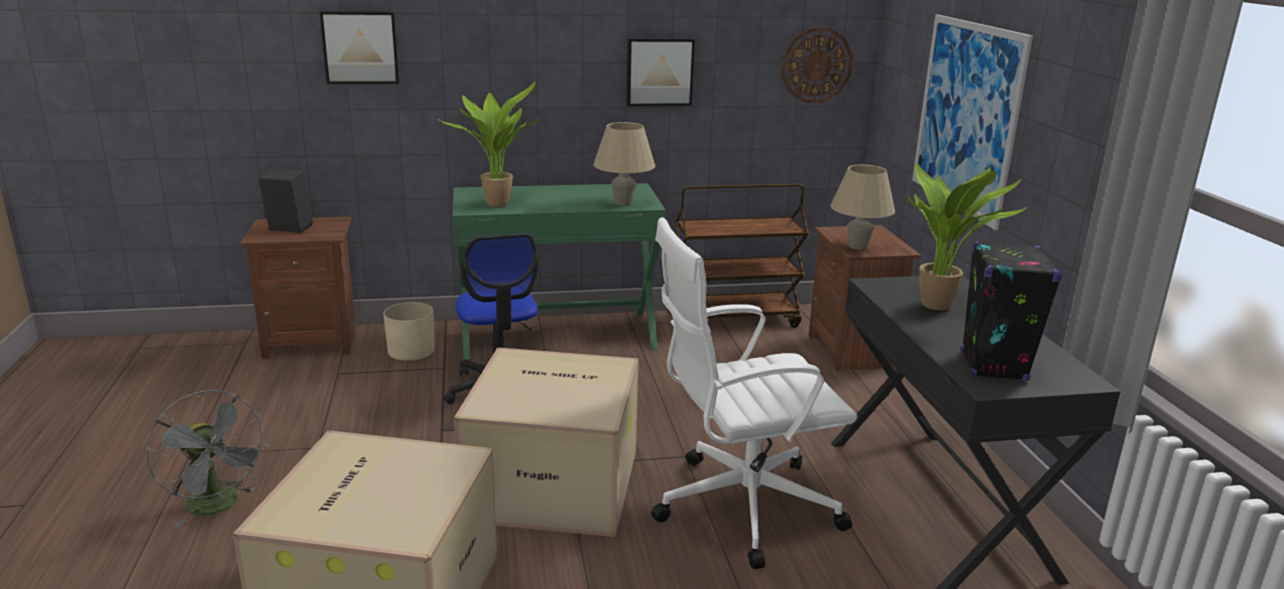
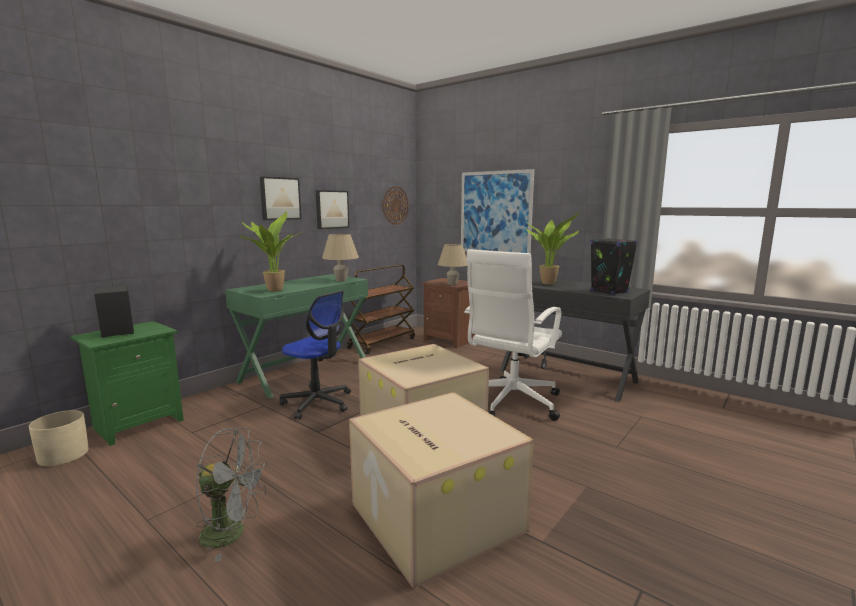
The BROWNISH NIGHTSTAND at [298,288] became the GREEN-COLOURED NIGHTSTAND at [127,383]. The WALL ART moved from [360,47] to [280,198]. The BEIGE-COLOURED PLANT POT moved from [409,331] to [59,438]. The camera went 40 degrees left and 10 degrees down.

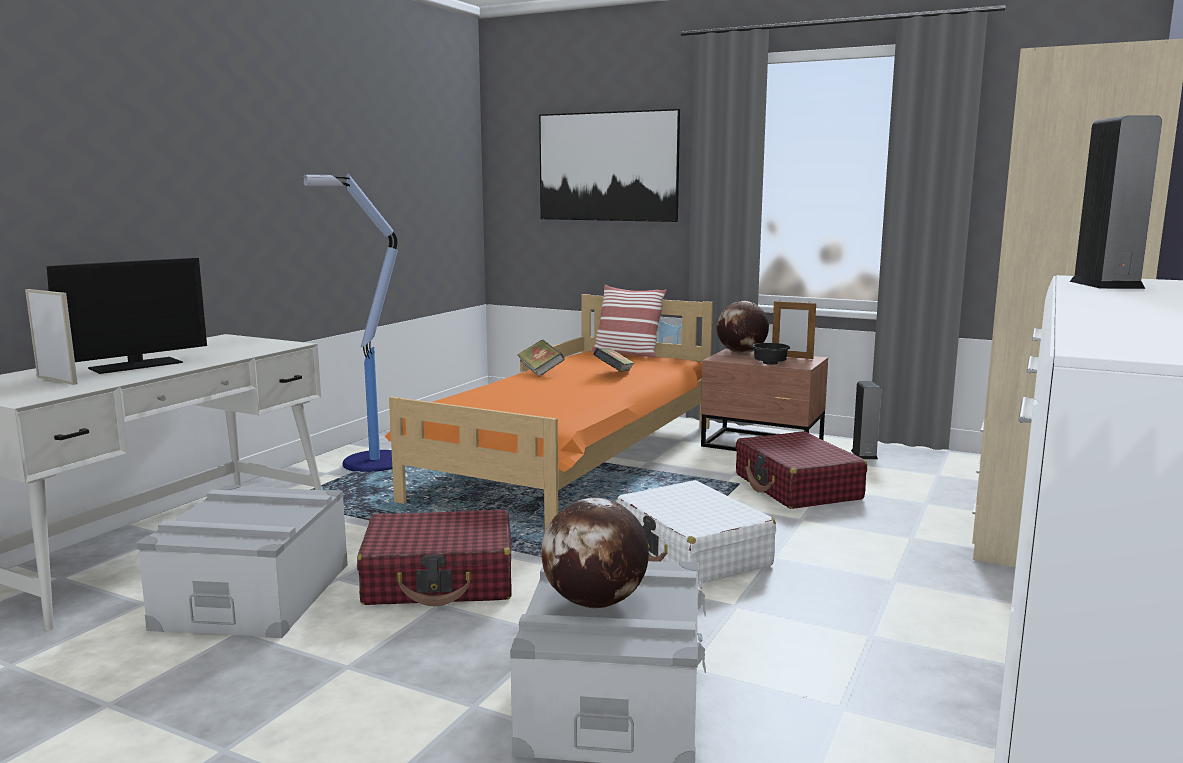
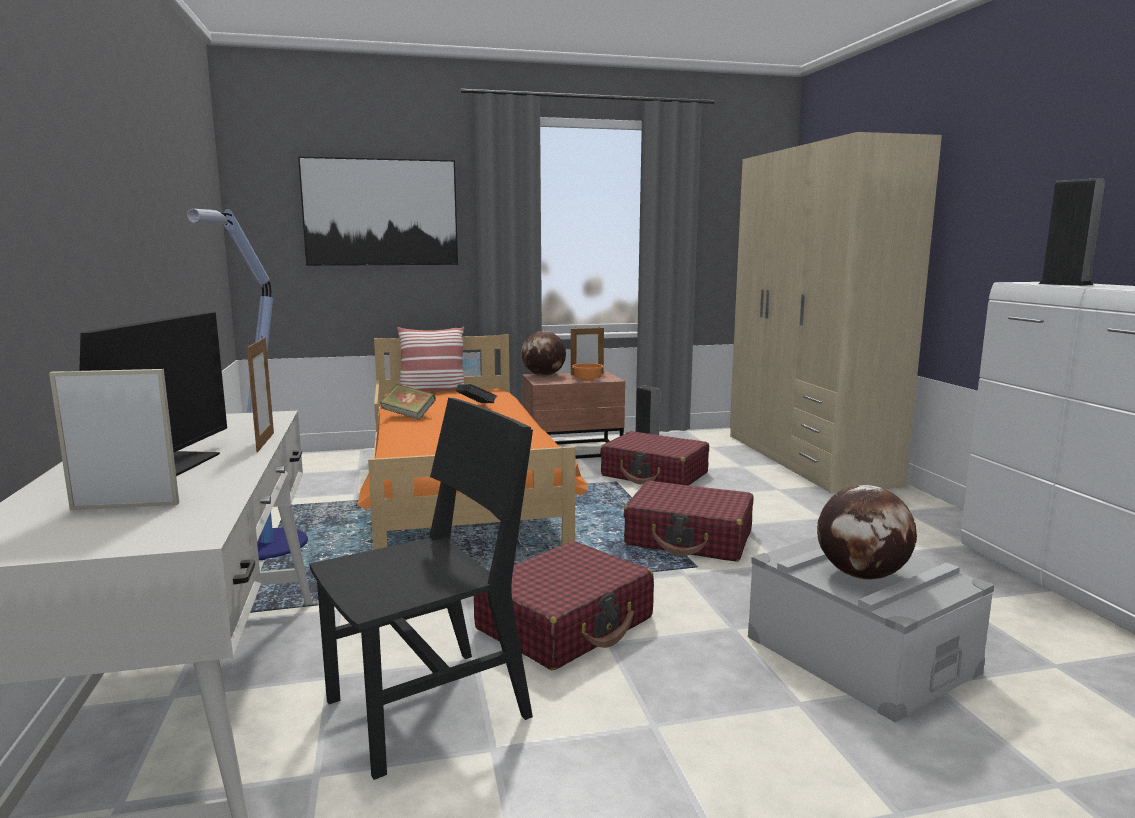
The GRAY STORAGE CONTAINER at [242,561] was replaced by the BLACK-COLOURED PLAIN CHAIR at [421,589]. The WHITE TRAVEL CASE at [696,532] became the RED-COLOURED TRAVEL CASE at [688,521]. The BLACK-COLOURED SERVING BOWL at [771,354] became the ORANGE-COLOURED SERVING BOWL at [588,372]. The PICTURE FRAME at [260,393] appeared. The camera went 40 degrees left and 0 degrees up.

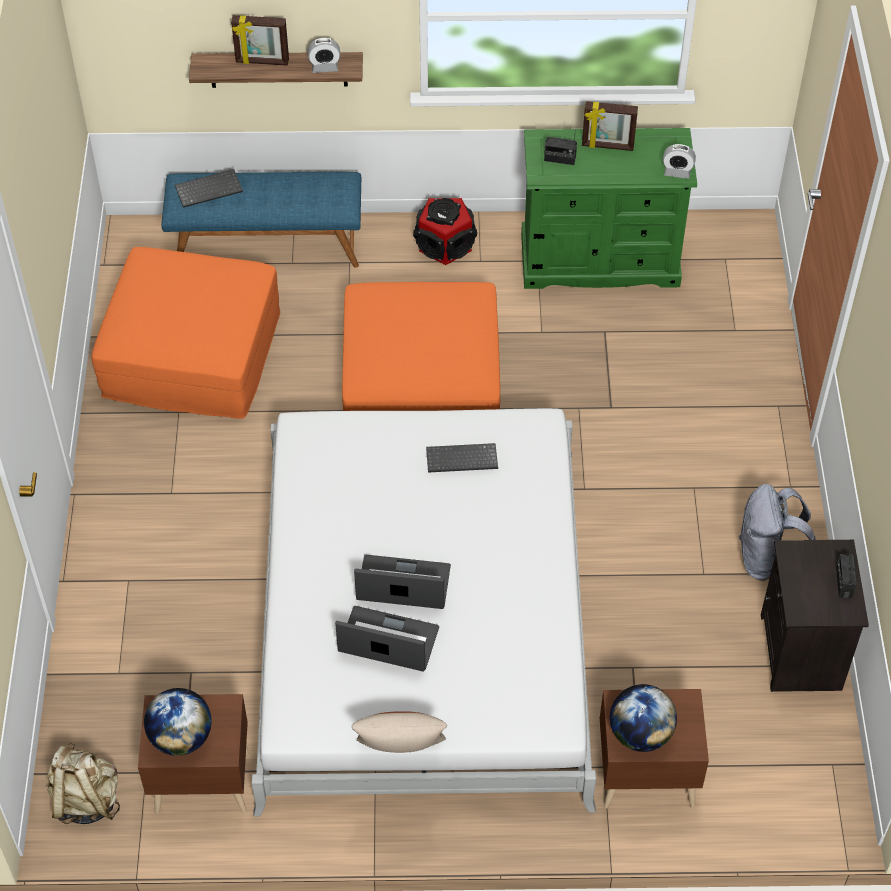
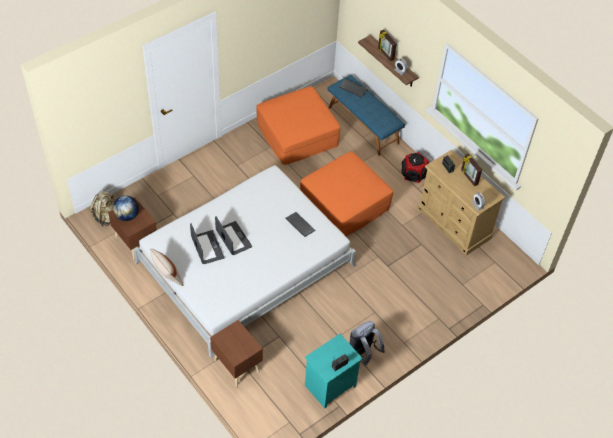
The GREEN-COLOURED DRESSER at [609,208] became the BEIGE-COLOURED DRESSER at [461,203]. The DESK GLOBE at [643,718] disappeared. The BLACK-COLOURED NIGHTSTAND at [815,616] became the BLUE-GREEN NIGHTSTAND at [334,371]. The camera went 50 degrees right and 0 degrees up.

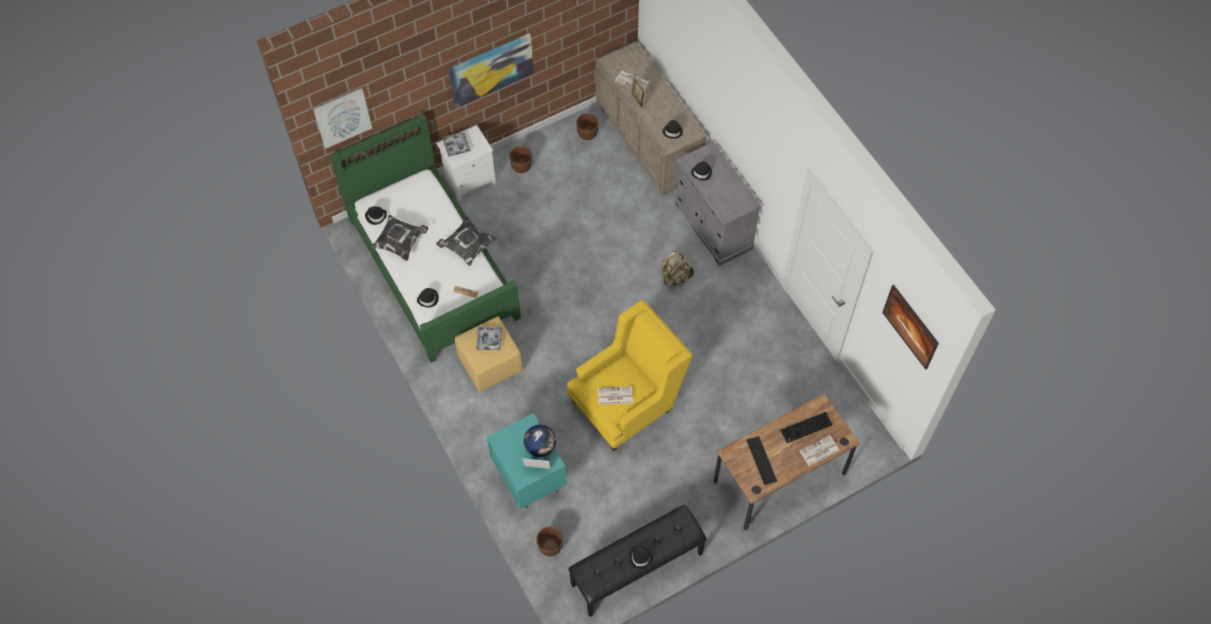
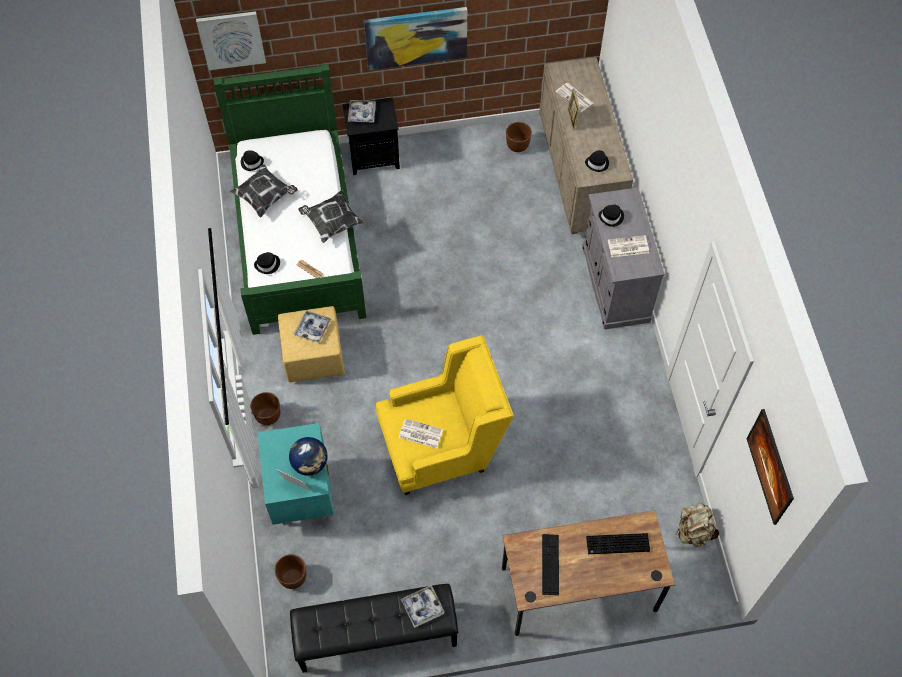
The WHITE NIGHTSTAND at [466,163] became the BLACK-COLOURED NIGHTSTAND at [371,136]. The BROWNISH PLANT POT moved from [520,159] to [265,408]. The BLACK-COLOURED CLOTHING HAT at [640,557] disappeared. The BEIGE-COLOURED KNAPSACK moved from [677,268] to [697,524]. The PRINTED PAPER moved from [819,450] to [628,246]. The TRAY at [423,606] appeared. The camera went 20 degrees right and 0 degrees up.

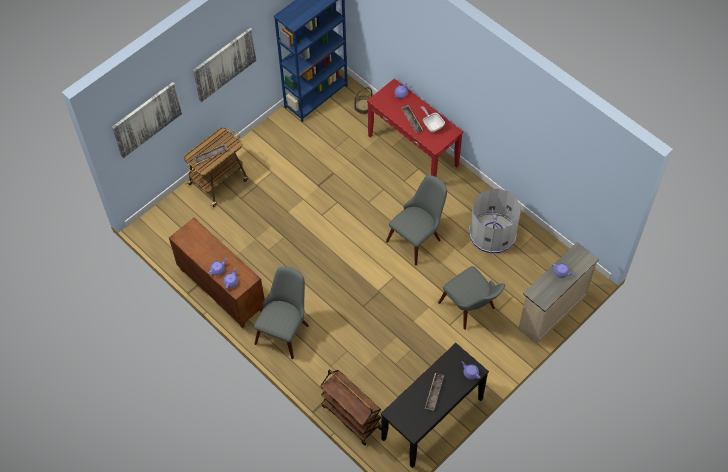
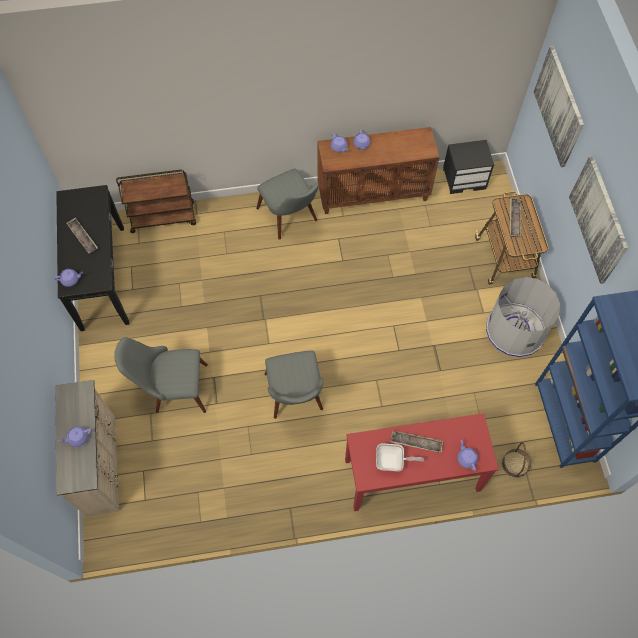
The GRAY RUBBISH BIN moved from [495,221] to [523,317]. The BLACK-COLOURED NIGHTSTAND at [468,167] appeared. The camera went 125 degrees right and 5 degrees up.

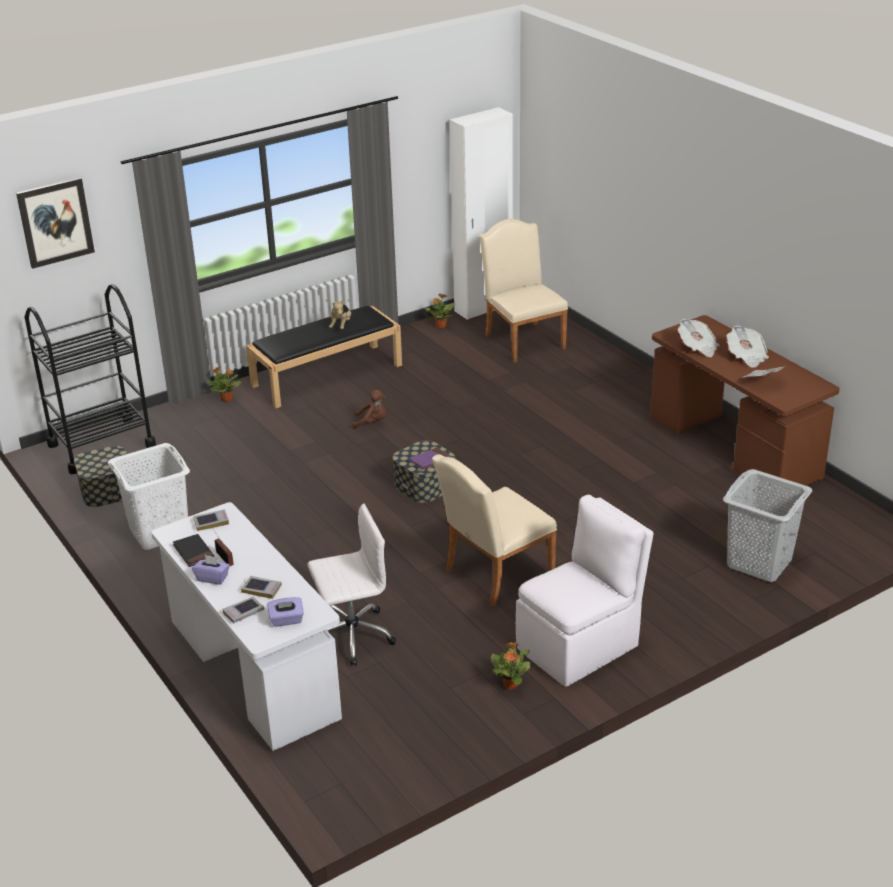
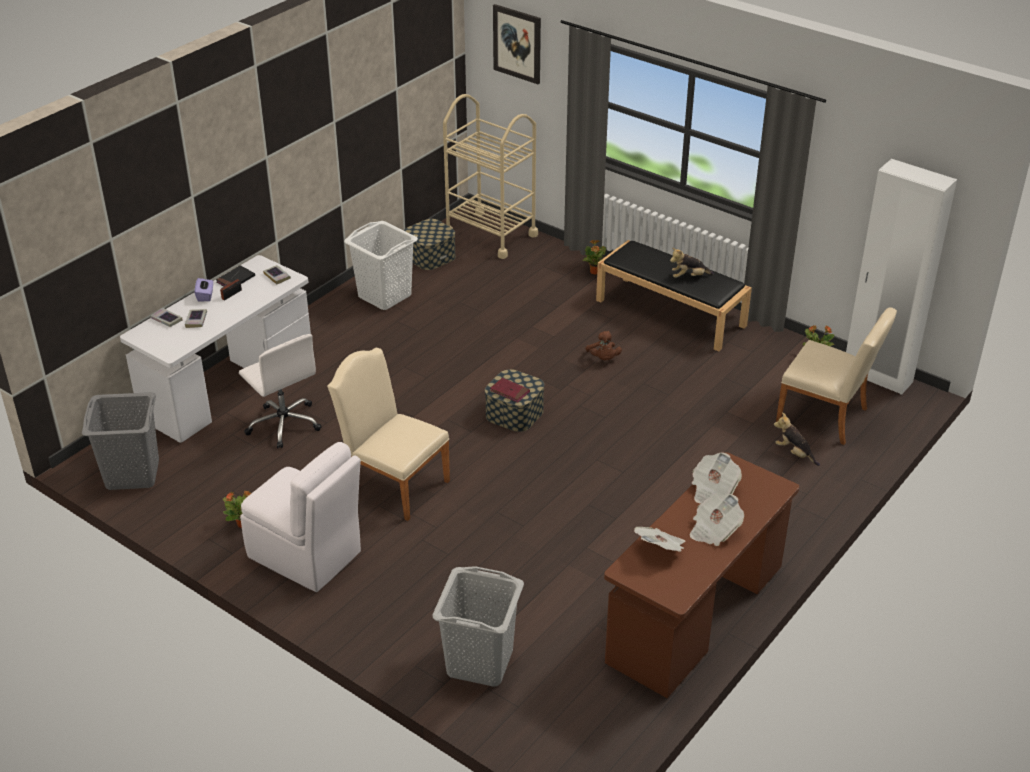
The BLACK-COLOURED TROLLEY at [90,379] became the BEIGE-COLOURED TROLLEY at [490,176]. The PURPLISH TISSUE HOLDER at [285,612] disappeared. The PURPLISH VOLUME at [429,458] became the RED-COLOURED VOLUME at [510,390]. The BEIGE-COLOURED PLAIN CHAIR at [523,290] turned 75 degrees clockwise. The GRAY WASHING BASKET at [120,441] appeared. The PLUSH TOY at [797,439] appeared. The camera went 70 degrees right and 5 degrees up.

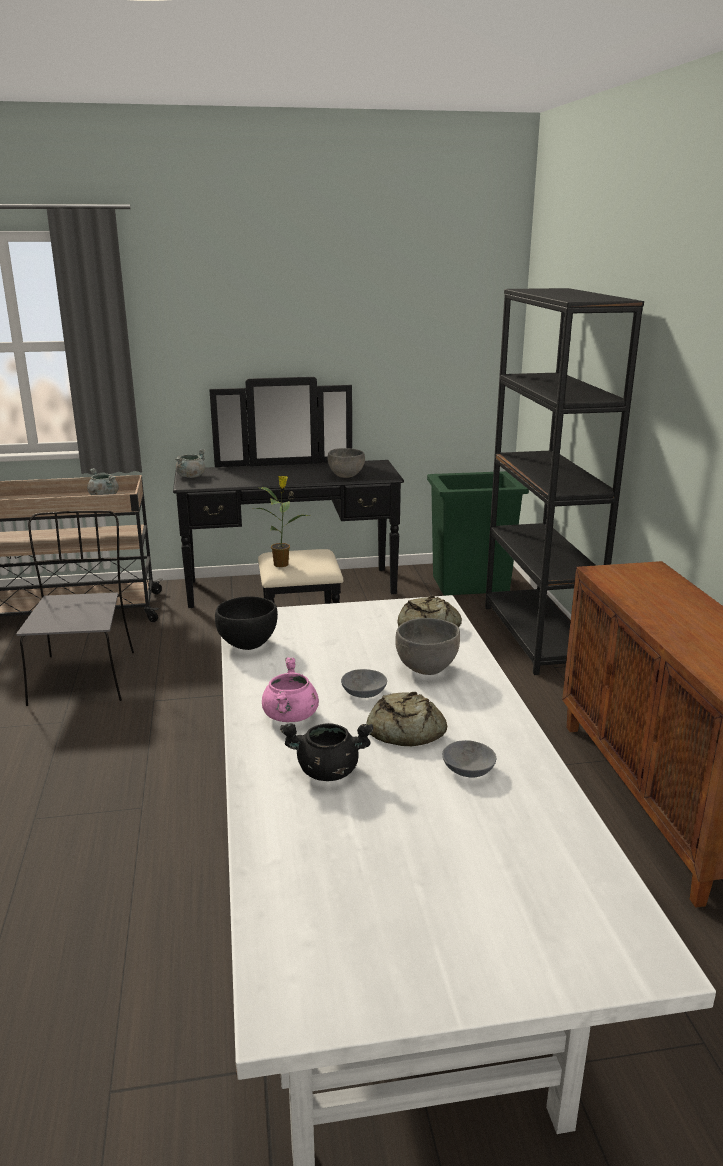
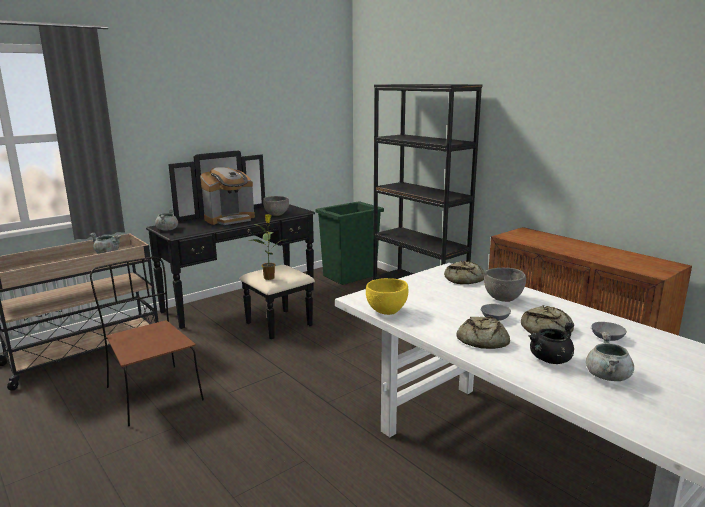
The GRAY PLAIN CHAIR at [75,608] became the BROWNISH PLAIN CHAIR at [147,341]. The BLACK-COLOURED SERVING BOWL at [246,623] became the YELLOW-COLOURED SERVING BOWL at [387,296]. The PINK-COLOURED STOCKPOT at [290,690] was replaced by the BAKED BREAD at [483,332]. The COFFEE MAKER at [227,196] appeared. The GRAY STOCKPOT at [610,356] appeared. The camera went 30 degrees left and 5 degrees down.

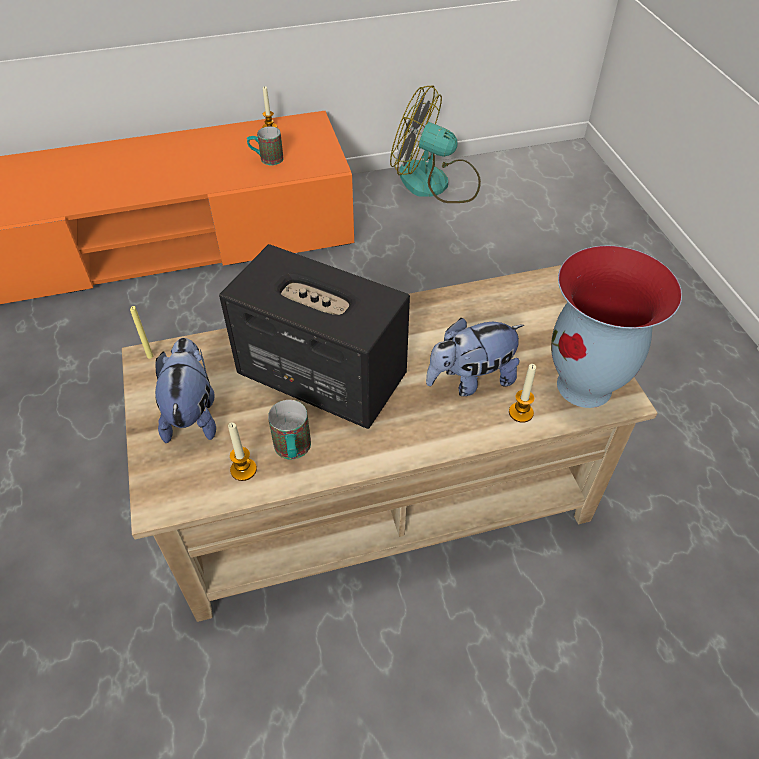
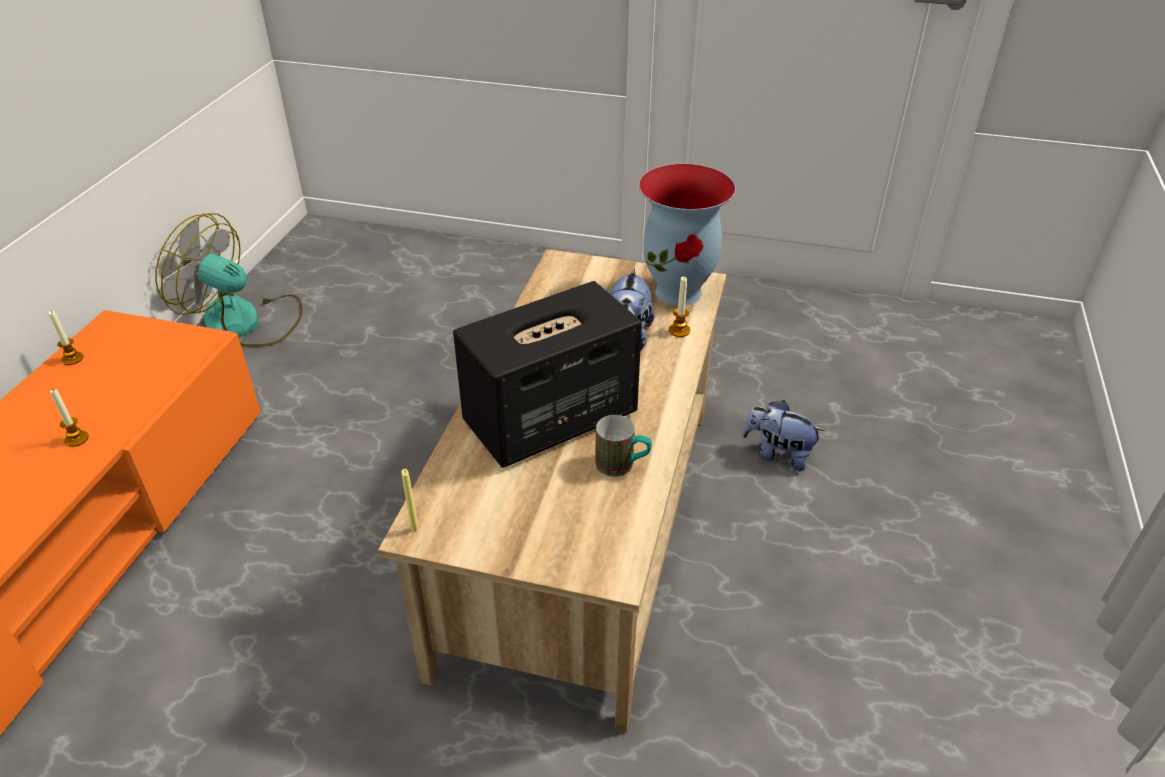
The PLUSH TOY moved from [185,390] to [783,435]. The CANDLE moved from [242,452] to [69,418]. The TEA MUG at [265,146] disappeared. The FAN at [435,144] turned 60 degrees clockwise. The camera went 60 degrees left and 10 degrees down.

